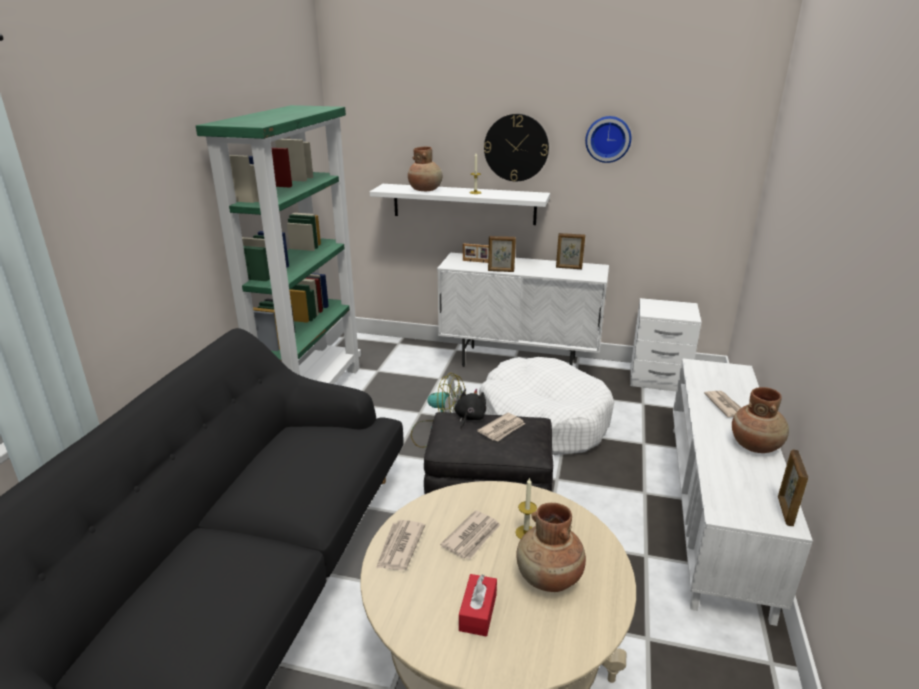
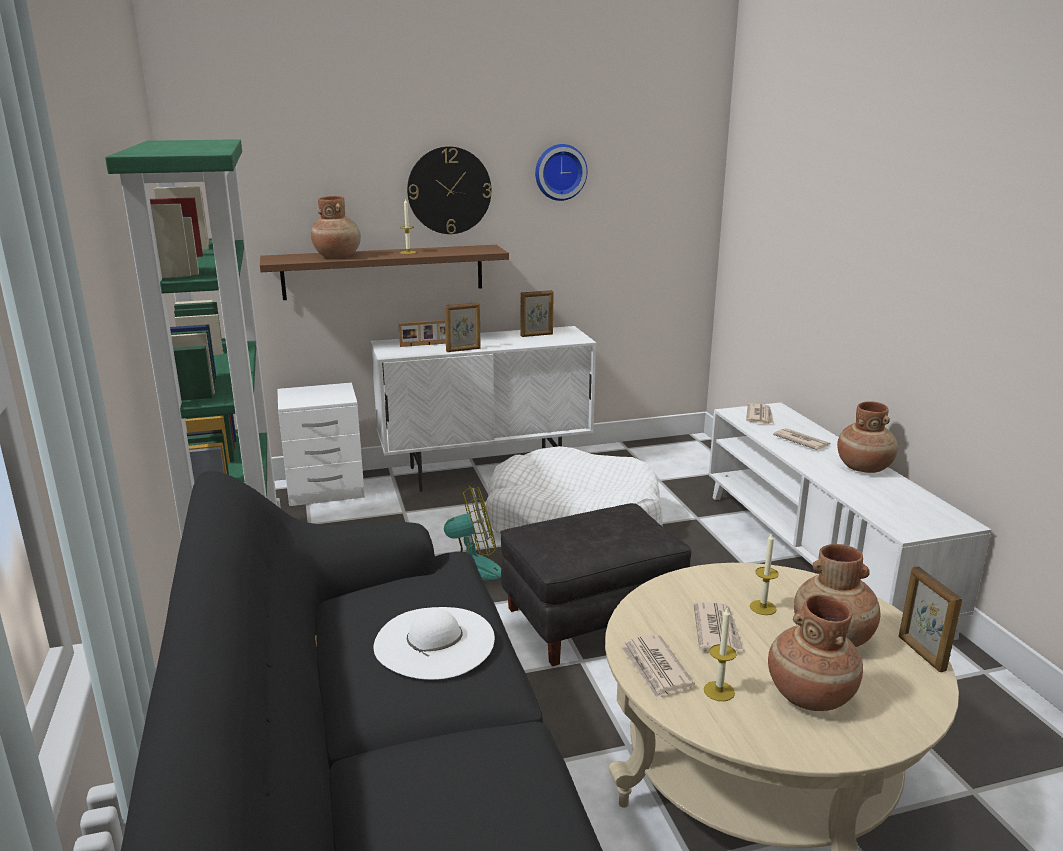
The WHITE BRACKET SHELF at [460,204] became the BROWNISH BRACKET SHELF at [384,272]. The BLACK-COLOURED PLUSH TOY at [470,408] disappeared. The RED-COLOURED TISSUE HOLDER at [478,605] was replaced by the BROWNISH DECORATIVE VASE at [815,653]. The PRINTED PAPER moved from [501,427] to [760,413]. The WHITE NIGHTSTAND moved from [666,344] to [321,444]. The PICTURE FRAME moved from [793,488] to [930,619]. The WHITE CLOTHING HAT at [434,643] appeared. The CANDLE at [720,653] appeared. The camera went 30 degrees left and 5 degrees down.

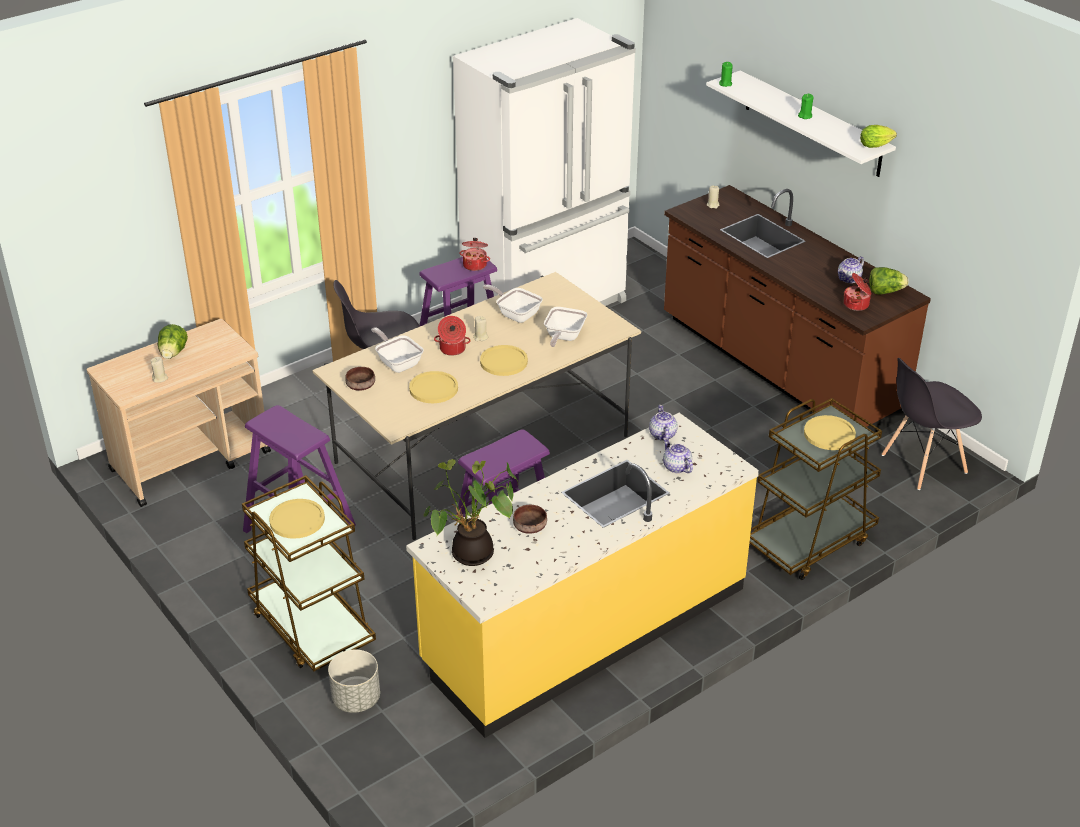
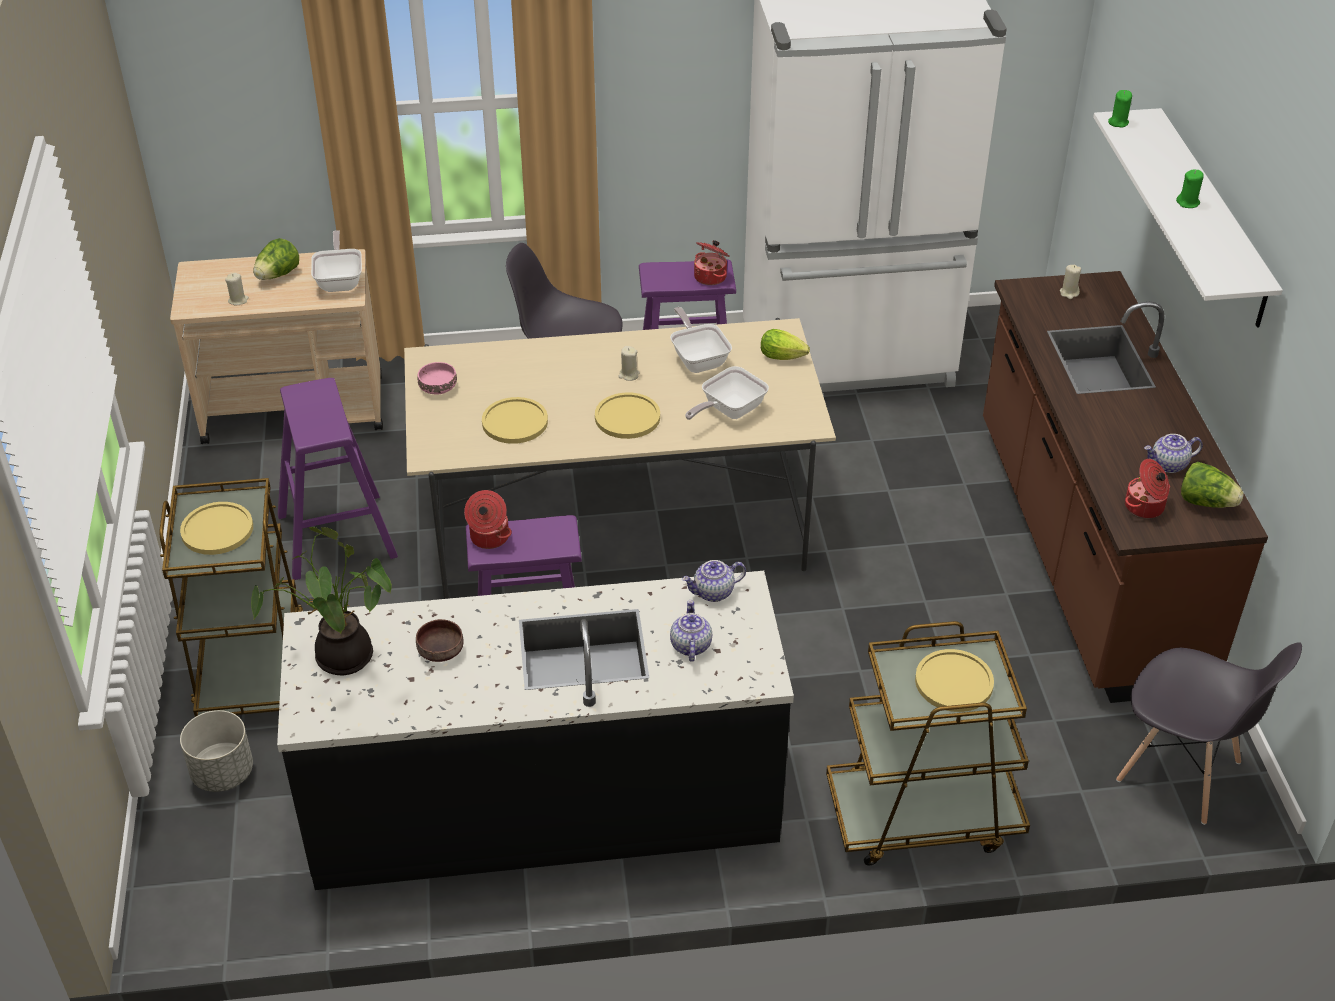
The BROWNISH SERVING BOWL at [360,379] became the PINK-COLOURED SERVING BOWL at [437,378]. The PAN moved from [397,350] to [336,261]. The YELLOW-COLOURED COUNTER at [582,575] became the BLACK-COLOURED COUNTER at [535,730]. The STOCKPOT moved from [452,336] to [488,519]. The POT FOR TEA at [663,423] turned 135 degrees counterclockwise. The LETTUCE moved from [878,136] to [785,344]. The GRAY PLAIN CHAIR at [932,424] turned 150 degrees counterclockwise. The camera went 30 degrees right and 5 degrees up.

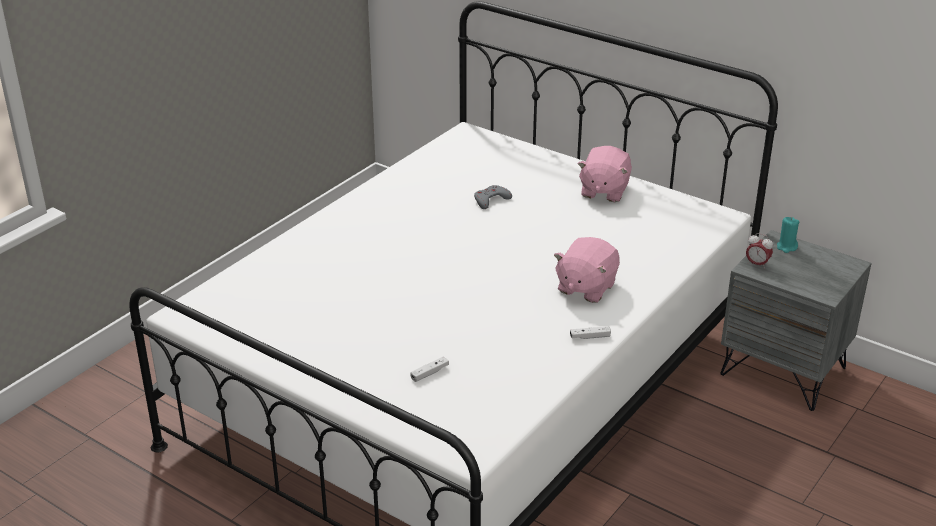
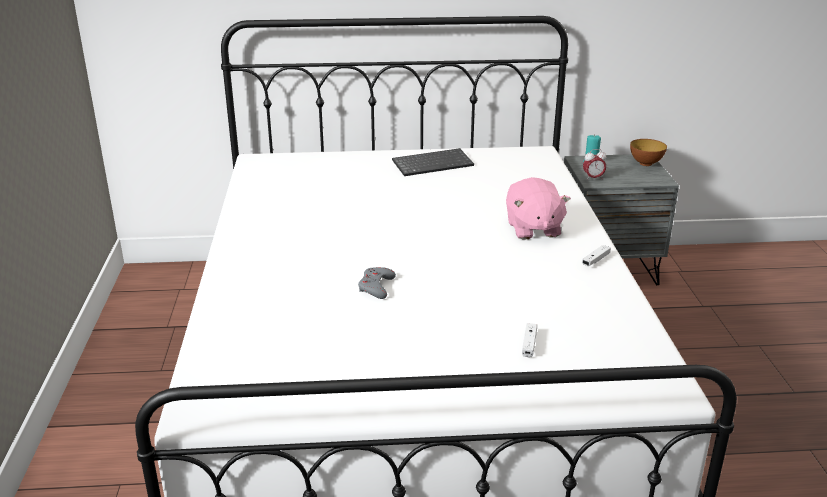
The GRAY GAME CONTROLLER moved from [493,197] to [377,283]. The PINK-COLOURED PLUSH TOY at [605,174] was replaced by the PC KEYBOARD at [433,162]. The SERVING BOWL at [648,152] appeared. The camera went 40 degrees left and 5 degrees down.

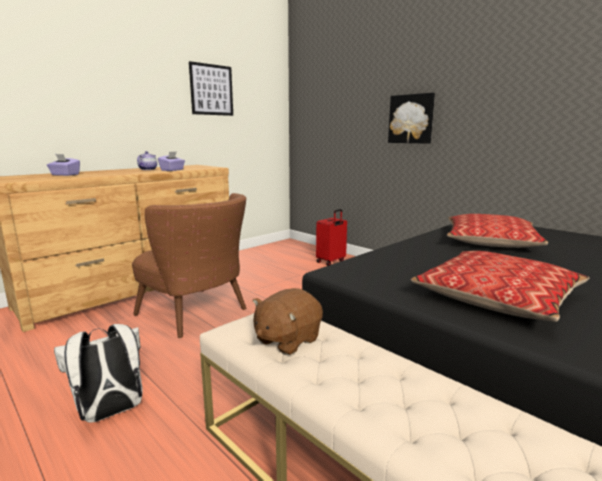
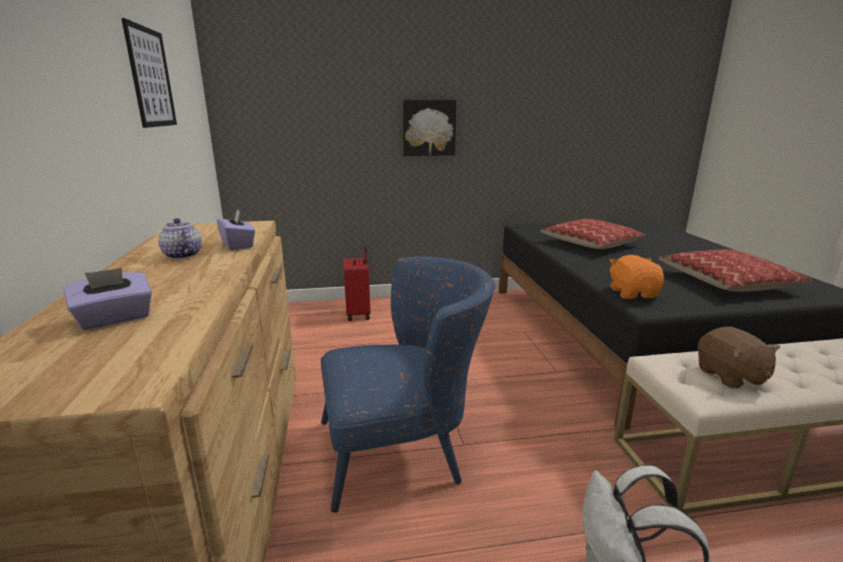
The BROWNISH EASY CHAIR at [189,265] became the BLUISH EASY CHAIR at [408,385]. The ORANGE-COLOURED PLUSH TOY at [636,277] appeared. The camera went 55 degrees left and 5 degrees up.

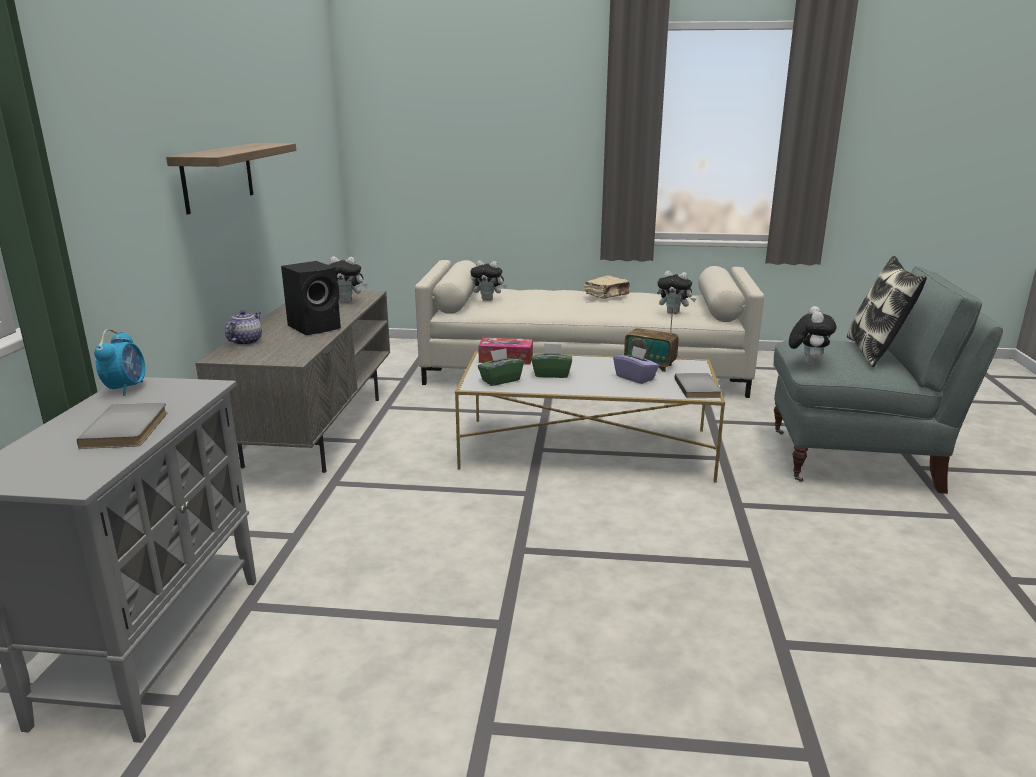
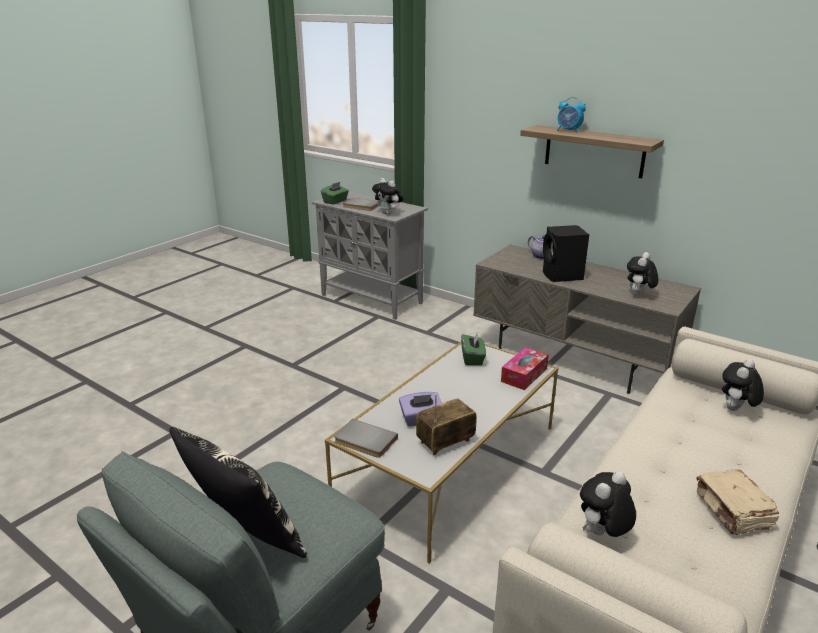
The ALARM CLOCK moved from [119,362] to [571,115]. The GREEN-COLOURED TISSUE HOLDER moved from [551,360] to [335,193]. The PLUSH TOY moved from [813,335] to [388,196]. The camera went 120 degrees right and 5 degrees up.

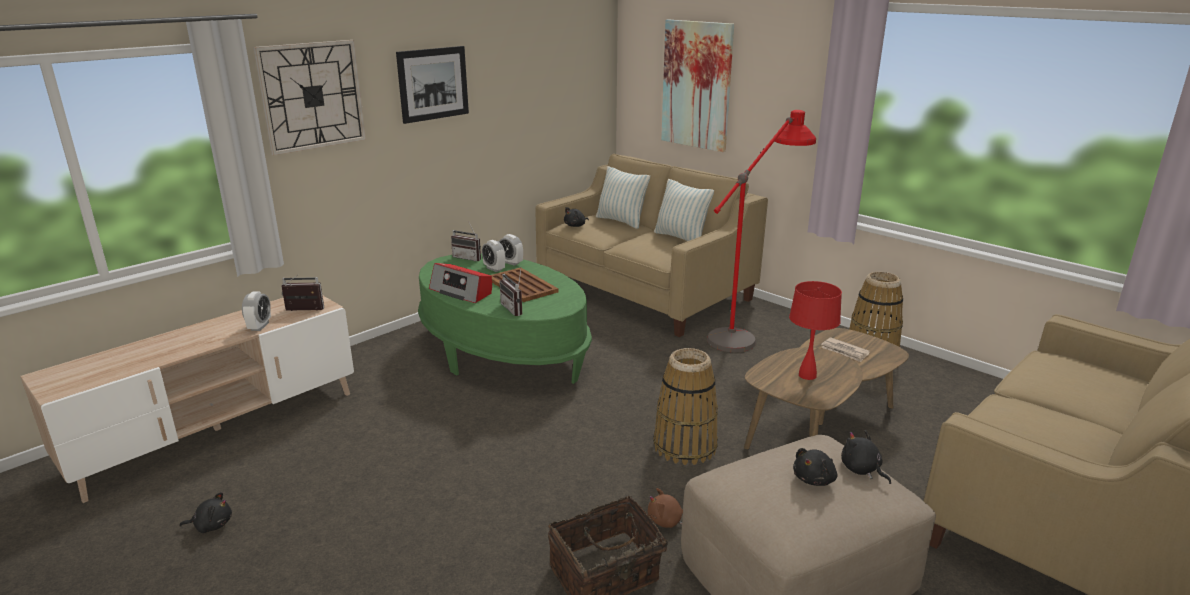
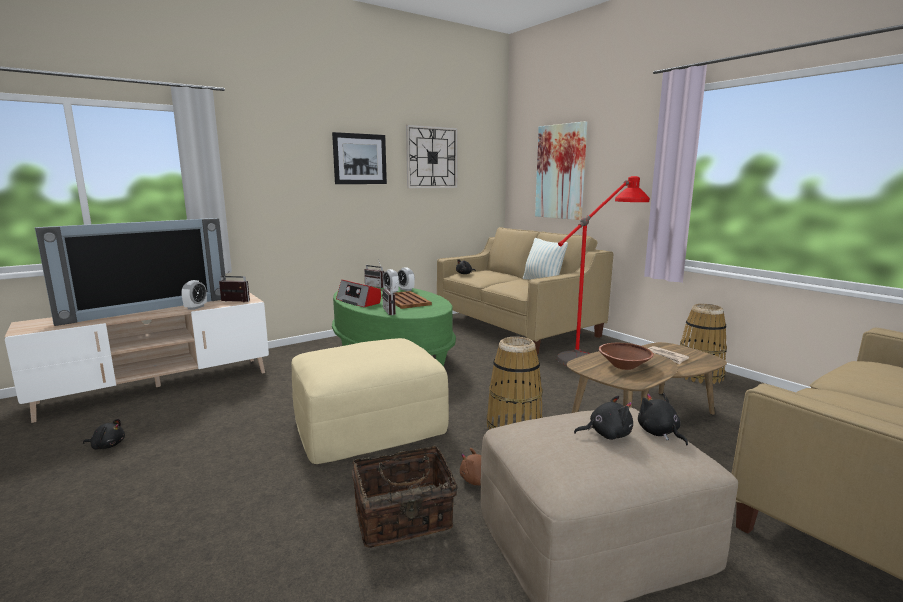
The CLOCK ON THE WALL moved from [309,97] to [432,156]. The PILLOW at [623,197] disappeared. The RED-COLOURED TABLE LAMP at [815,330] was replaced by the BROWNISH SERVING BOWL at [626,356]. The BLACK-COLOURED PLUSH TOY at [815,467] turned 150 degrees counterclockwise. The TV at [130,272] appeared. The BEIGE-COLOURED OTTOMAN at [370,401] appeared. The camera went 10 degrees right and 10 degrees down.

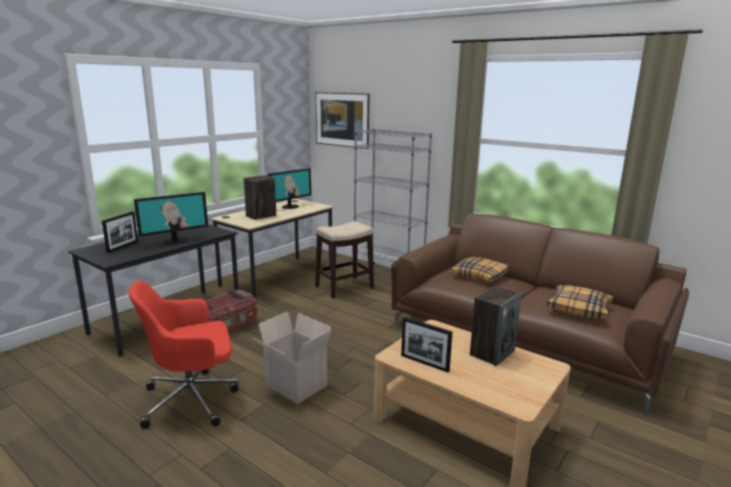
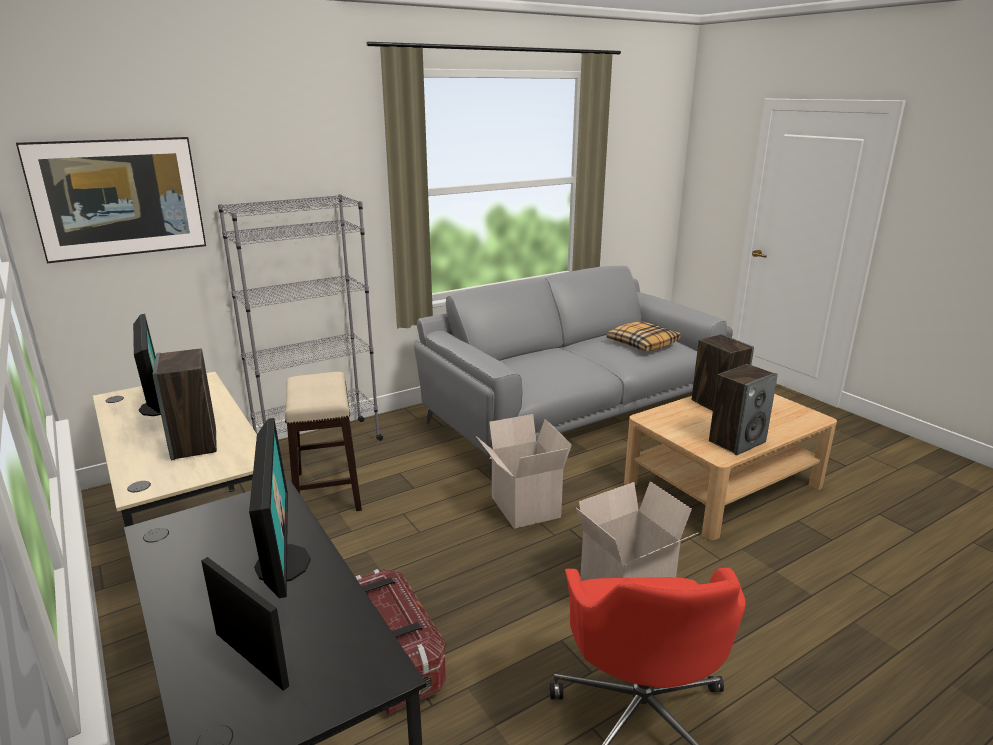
The BROWNISH SOFA at [540,314] became the GRAY SOFA at [573,371]. The PICTURE FRAME at [427,344] was replaced by the LOUDSPEAKER at [743,409]. The PILLOW at [480,270] disappeared. The PACKING BOX at [524,471] appeared. The camera went 70 degrees left and 5 degrees up.

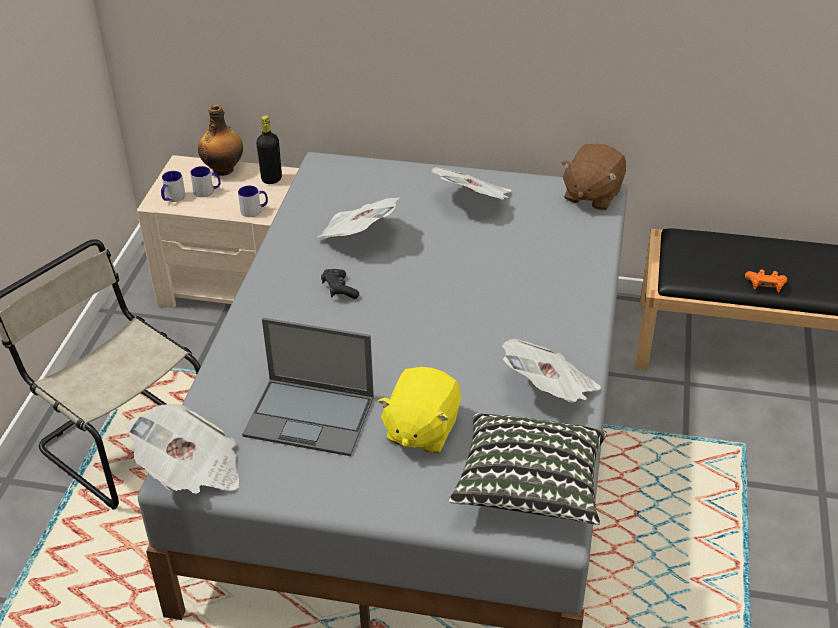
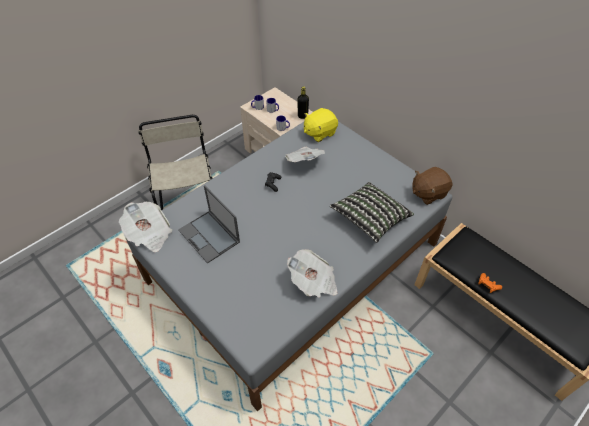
The DRINK BOTTLE at [220,140] disappeared. The YELLOW-COLOURED PLUSH TOY moved from [419,410] to [321,125]. The PRINTED PAPER at [472,183] disappeared. The PILLOW moved from [528,469] to [372,212]. The camera went 35 degrees right and 10 degrees up.

